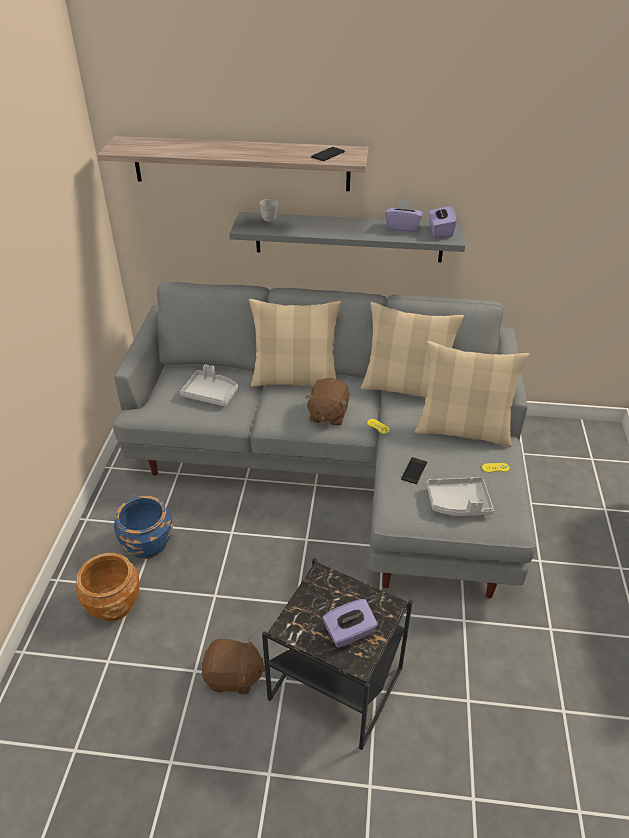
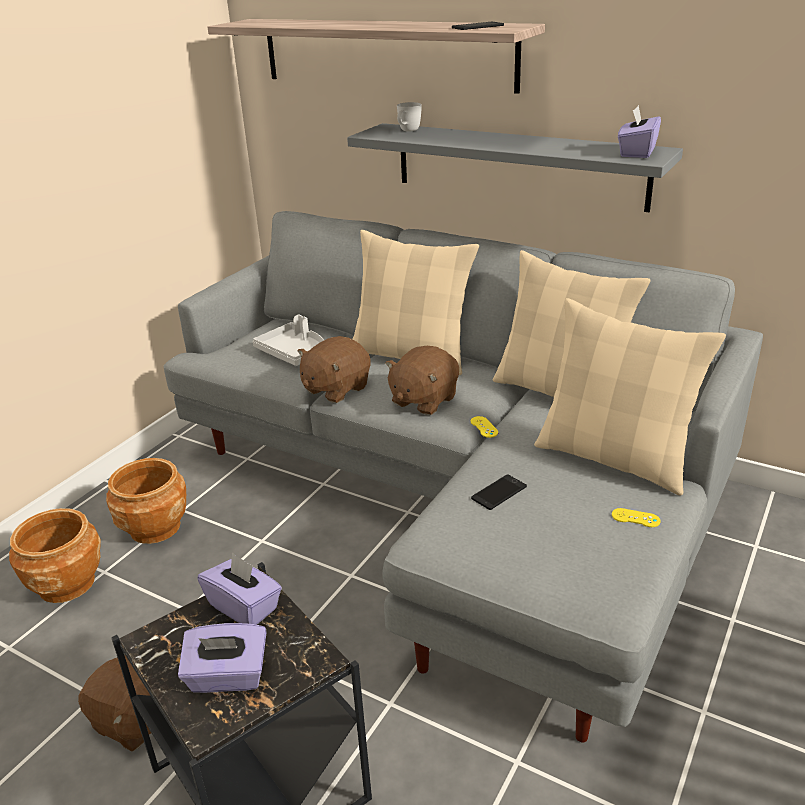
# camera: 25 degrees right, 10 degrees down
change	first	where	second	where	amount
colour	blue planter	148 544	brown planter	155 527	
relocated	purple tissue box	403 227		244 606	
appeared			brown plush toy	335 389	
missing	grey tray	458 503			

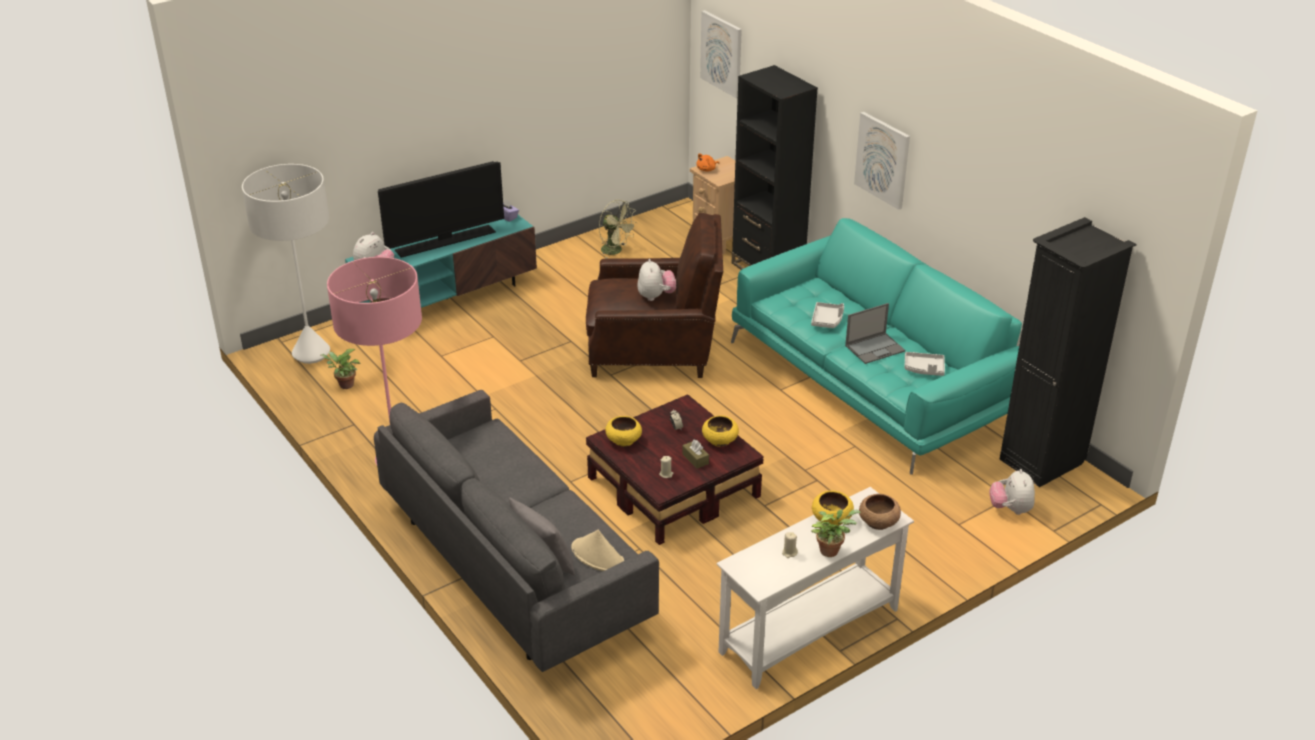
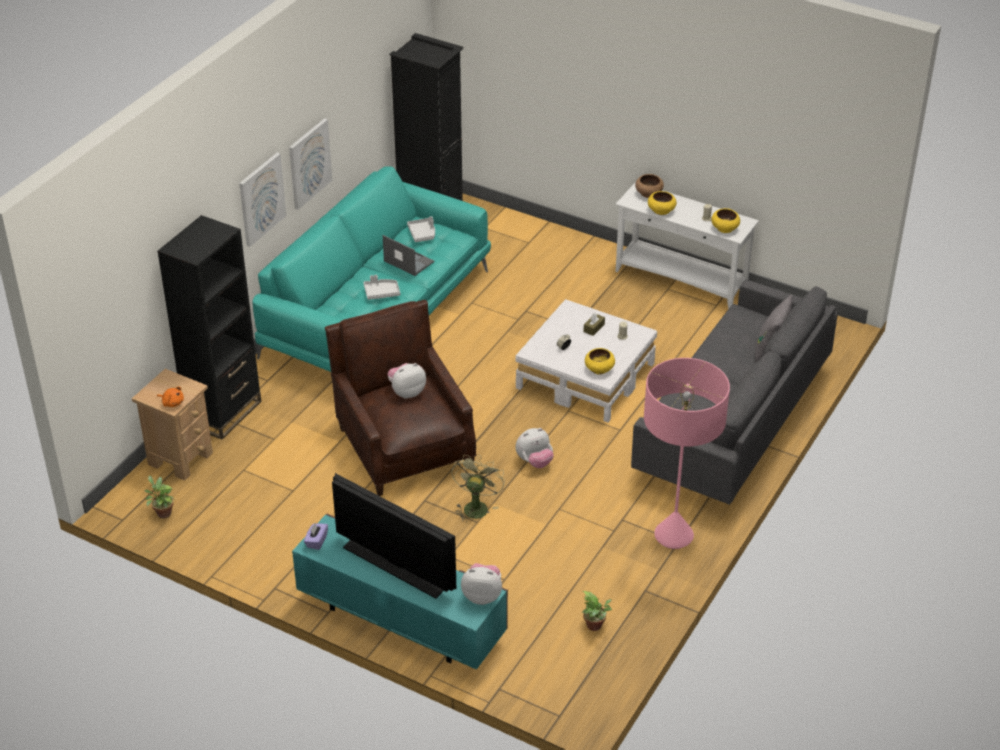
# camera: 115 degrees left, 5 degrees up
change	first	where	second	where	amount
relocated	potted plant	831 550		162 512	
relocated	picture	722 53		309 163	
relocated	green fan	616 251		476 506	
colour	brown coffee table	672 486	white coffee table	586 376	
relocated	plush toy	1010 509		534 462	
relocated	yellow bowl	720 440		725 228	
missing	white floor lamp	311 355			
missing	beige hat	598 556			

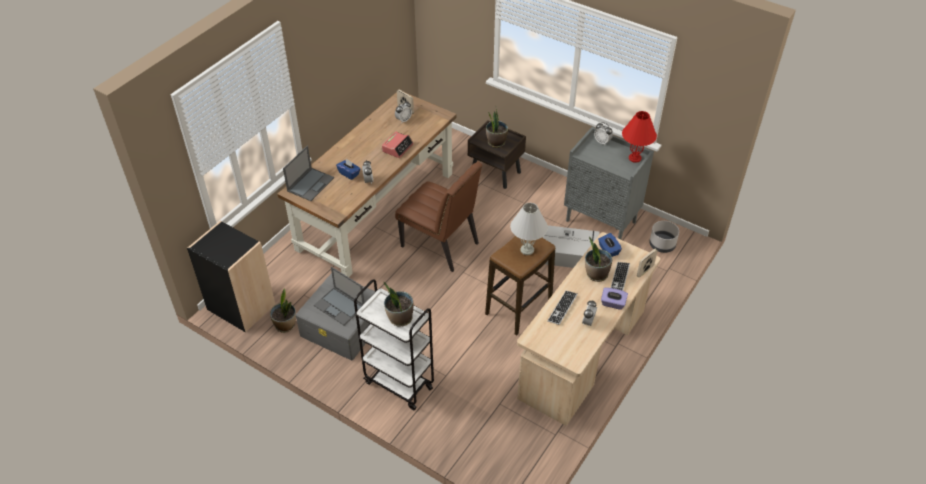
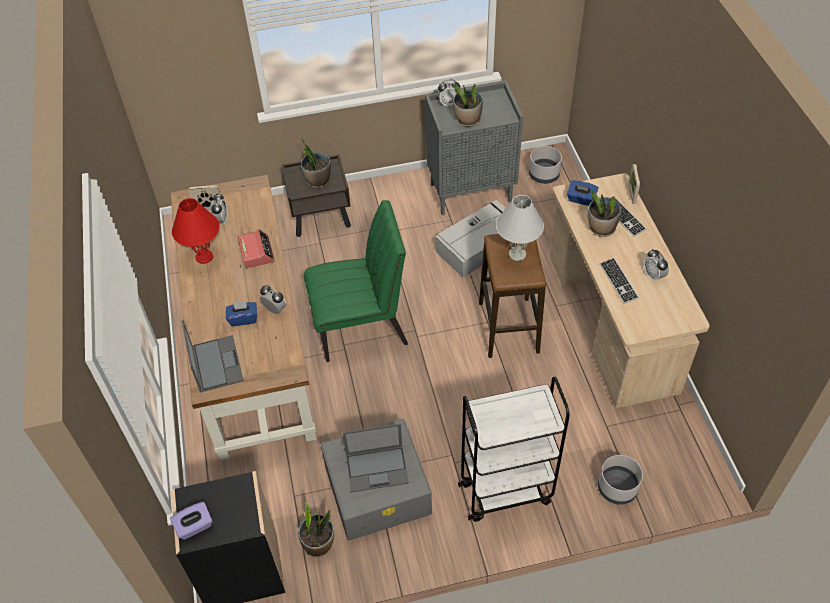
# camera: 45 degrees left, 5 degrees up
change	first	where	second	where	amount
relocated	purple tissue box	613 303		194 526	
relocated	red table lamp	634 158		204 257	
colour	brown chair	439 244	green chair	360 329	
relocated	potted plant	400 318		467 120	
appeared			grey planter	617 488	

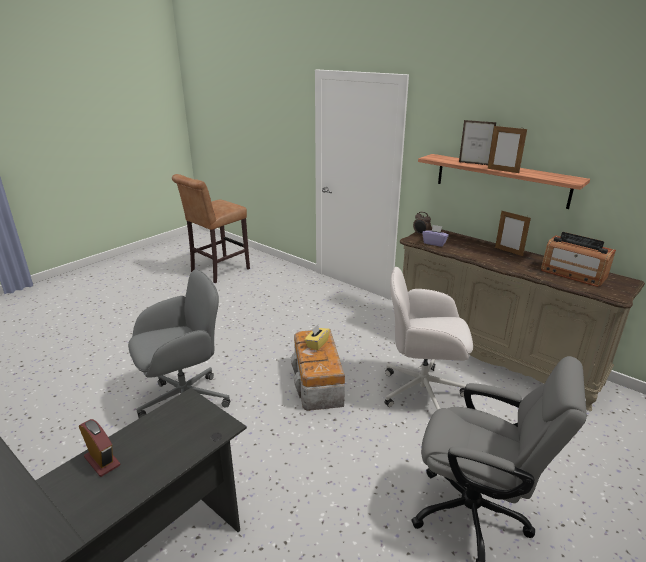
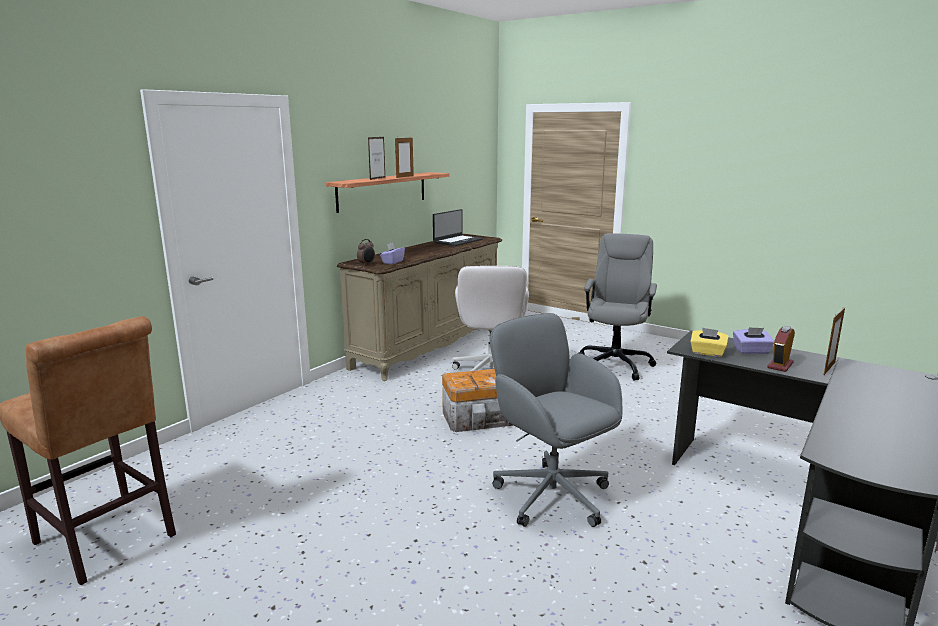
# camera: 95 degrees left, 10 degrees down
change	first	where	second	where	amount
exchanged	radio	573 274	laptop	457 241	
relocated	yellow tissue box	317 344		707 353	
appeared			purple tissue box	751 351	
relocated	picture frame	508 251		829 368	

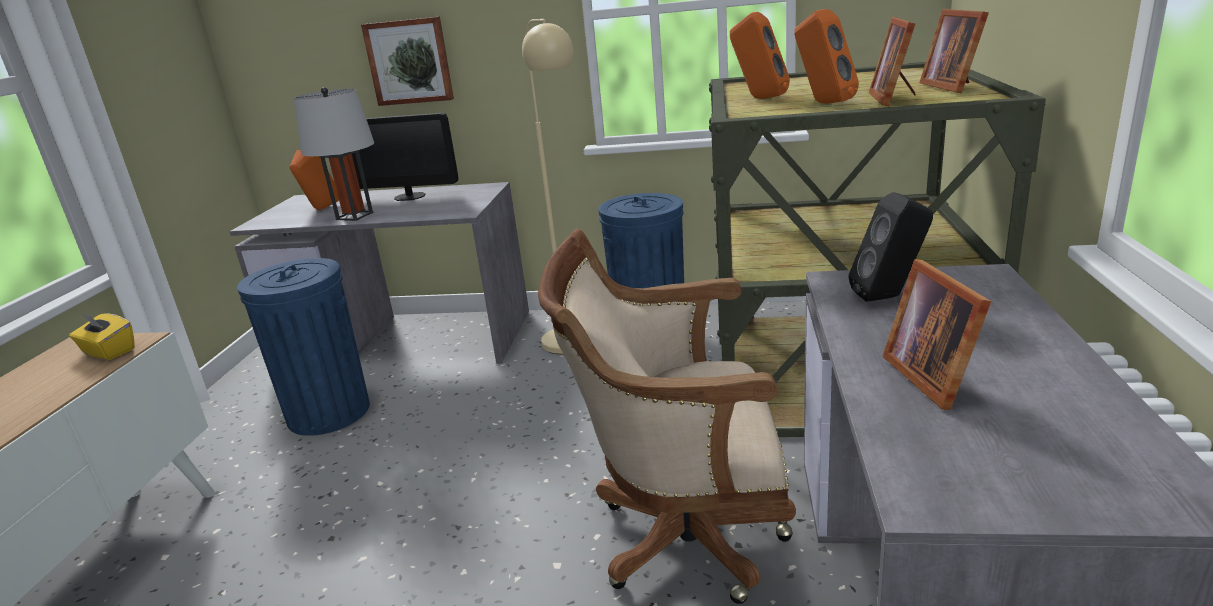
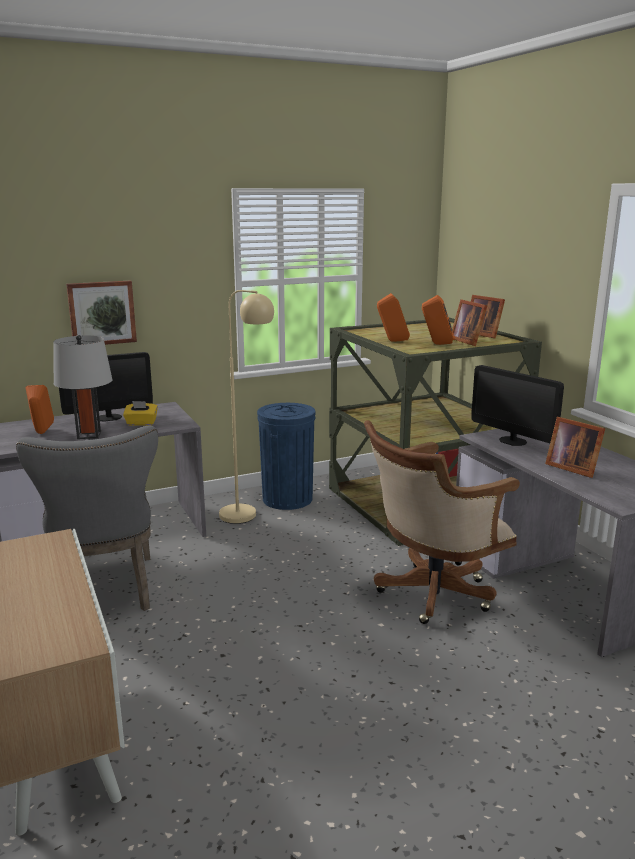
# camera: 35 degrees left, 5 degrees down
change	first	where	second	where	amount
exchanged	blue trash can	328 413	grey chair	106 593	
relocated	yellow tissue box	108 352		141 423	
exchanged	black speaker	889 297	monitor	512 441	

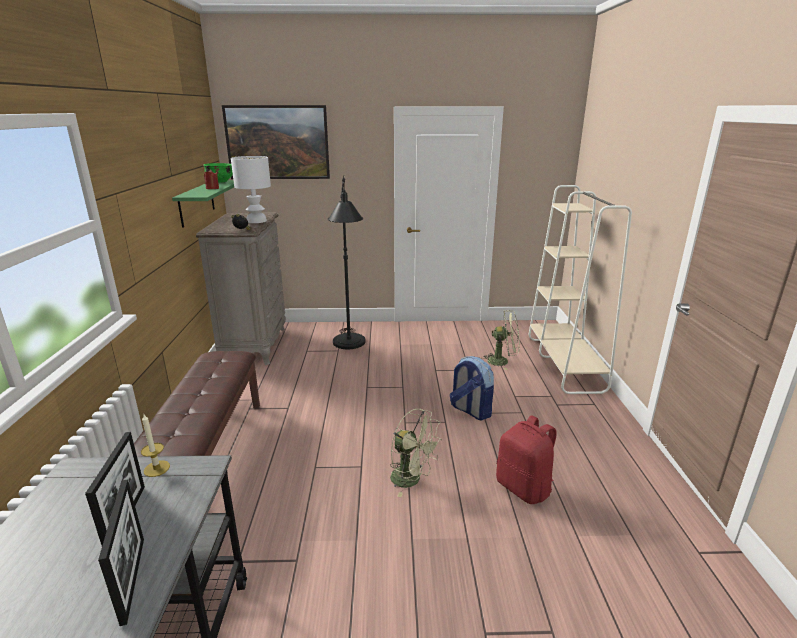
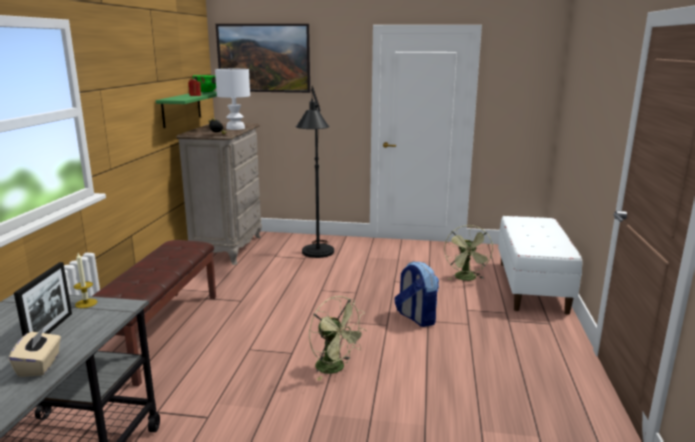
# camera: 10 degrees right, 5 degrees down
change	first	where	second	where	amount
exchanged	picture frame	132 579	beige tissue box	40 365	
spun	green fan	502 361		467 279	75 degrees clockwise
exchanged	beige clothes rack	564 364	white bench	532 286	
missing	red backpack	524 488			

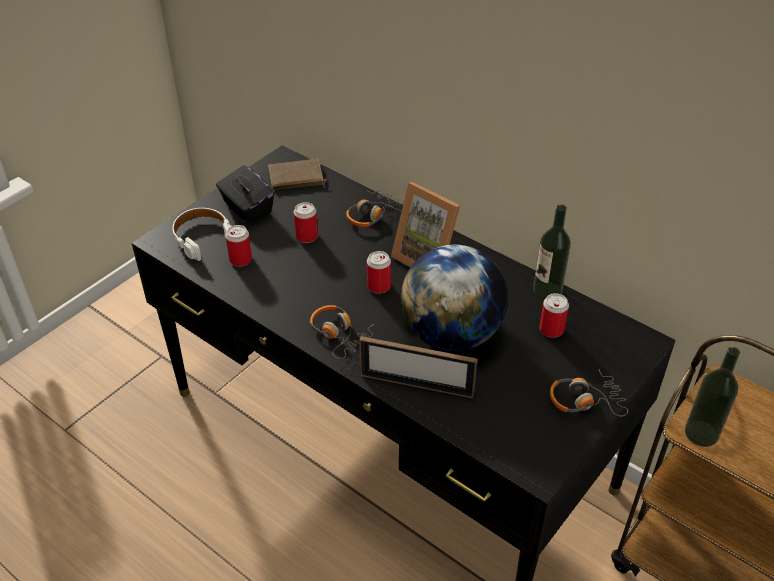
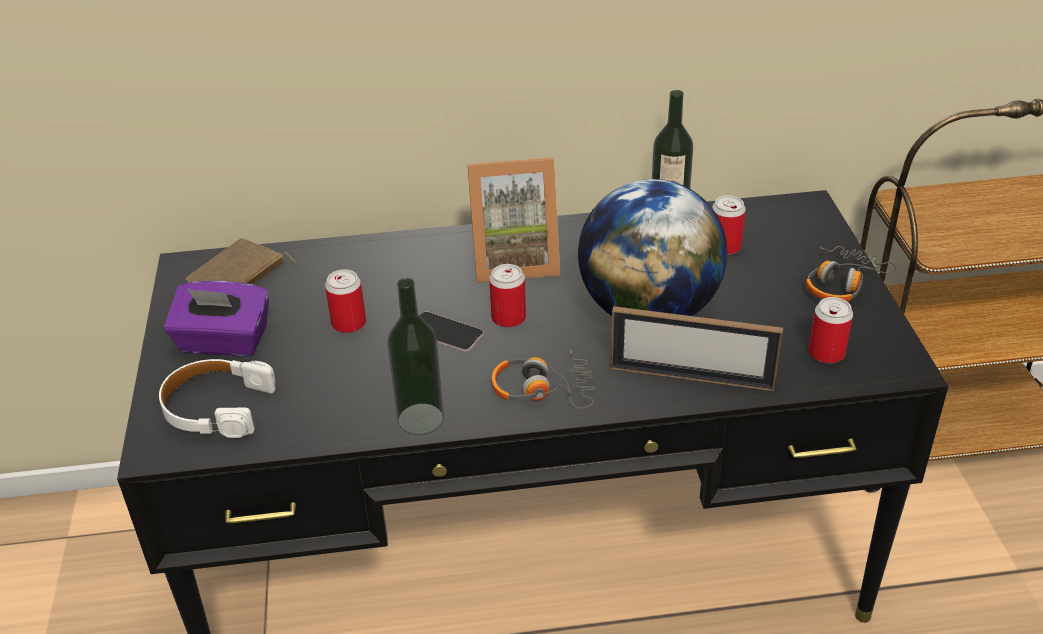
# camera: 45 degrees left, 5 degrees down
change	first	where	second	where	amount
colour	black tissue box	246 208	purple tissue box	224 342	
relocated	bottle	701 433		420 419	
appeared			phone	445 332	
spun	picture frame	416 385		691 377	45 degrees clockwise
relocated	can	241 260		826 353	
missing	headphones	373 215			

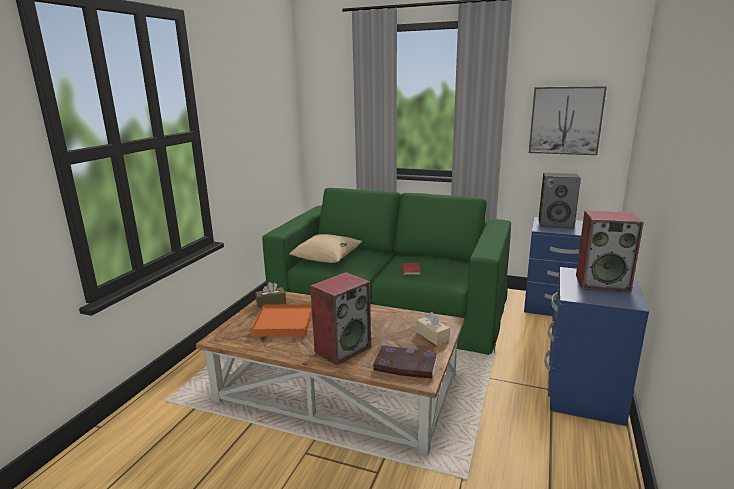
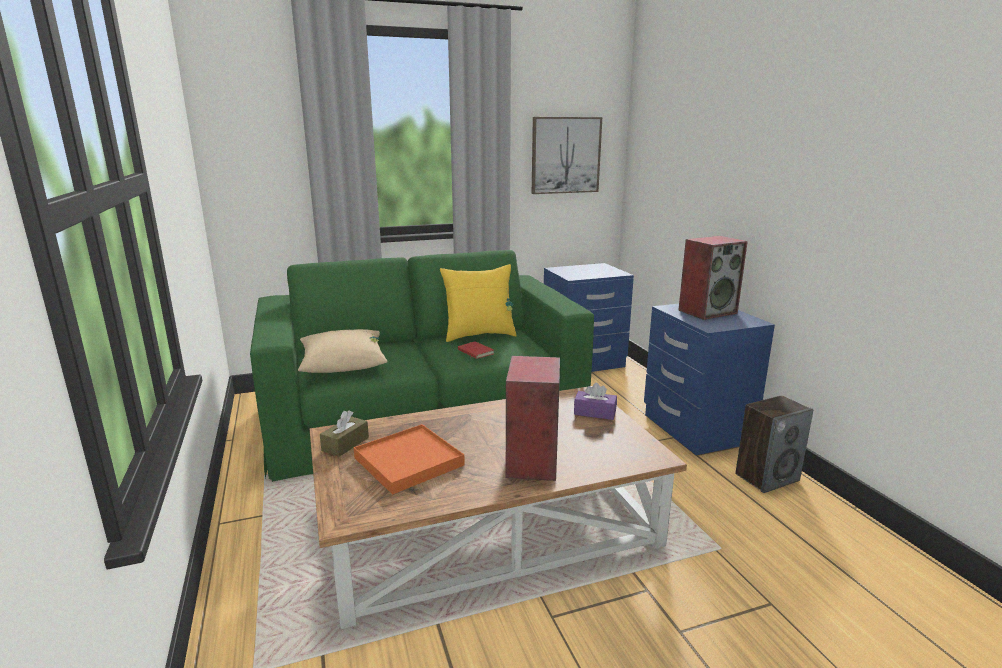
# camera: 40 degrees left, 0 degrees up
change	first	where	second	where	amount
appeared			yellow pillow	479 336	
colour	beige tissue box	432 336	purple tissue box	595 412	
relocated	speaker	556 224		767 477	
missing	book	405 365			

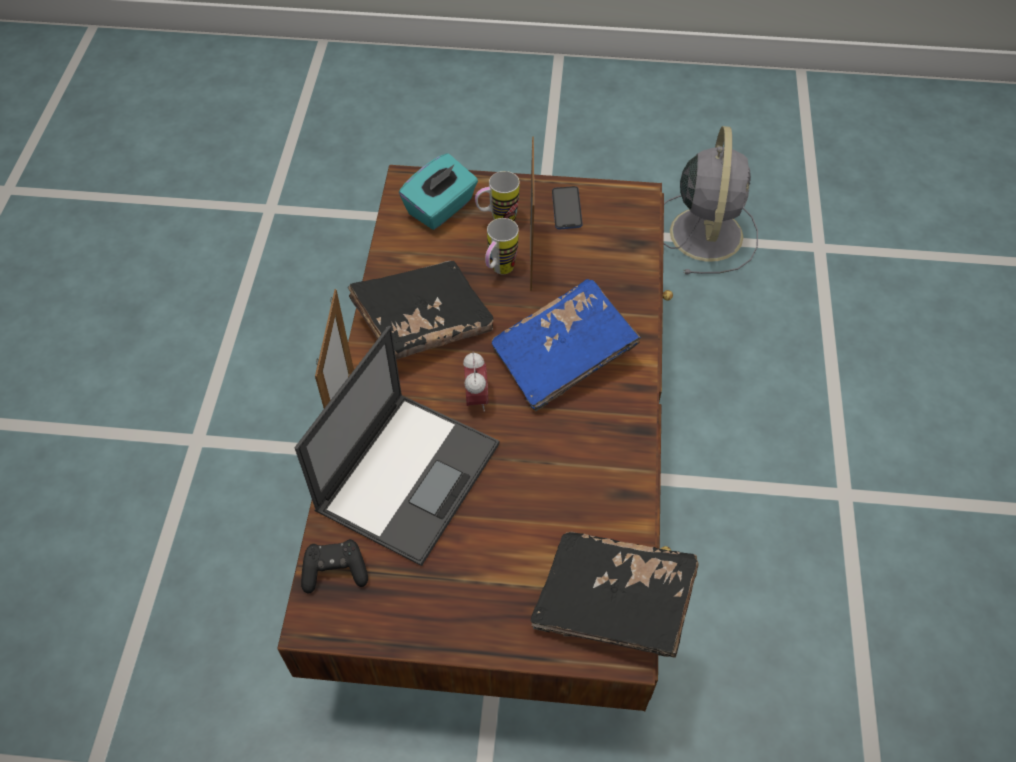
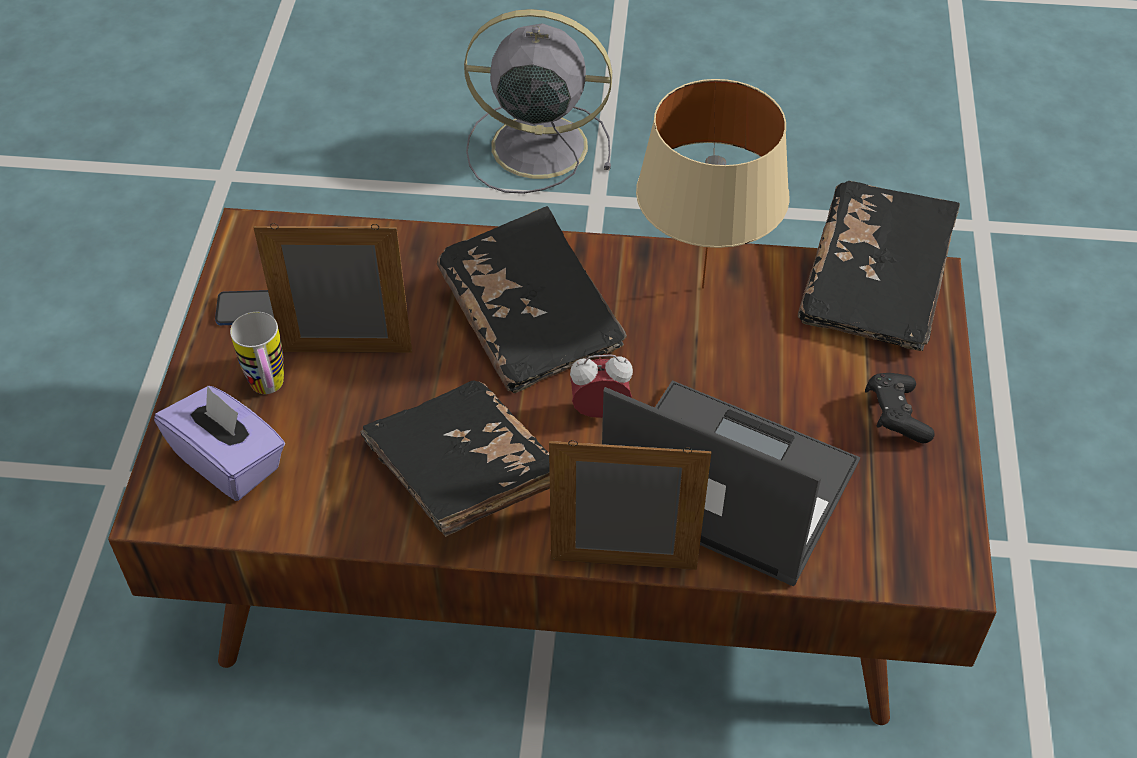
# camera: 90 degrees left, 5 degrees down
change	first	where	second	where	amount
colour	turquoise tissue box	441 208	purple tissue box	229 461	
colour	blue book	563 357	black book	530 320	
relocated	grey fan	706 231		534 146	
appeared			beige table lamp	702 289	
relocated	black game controller	335 571		895 416	
missing	mug	499 271			

